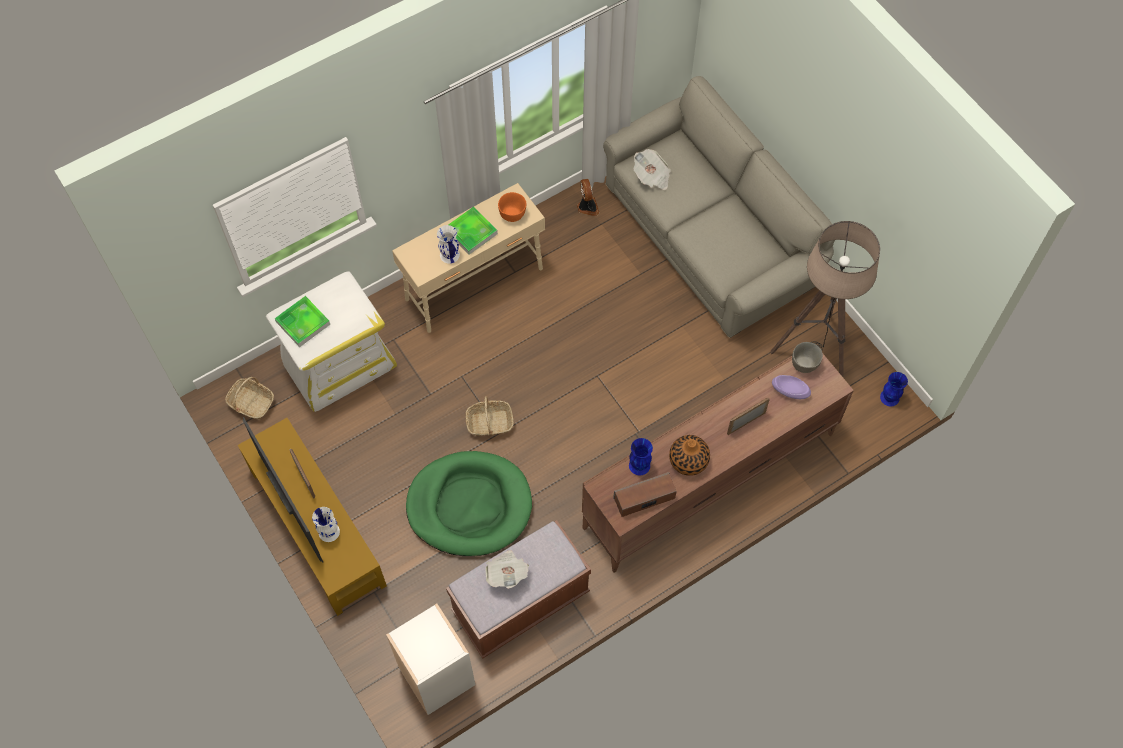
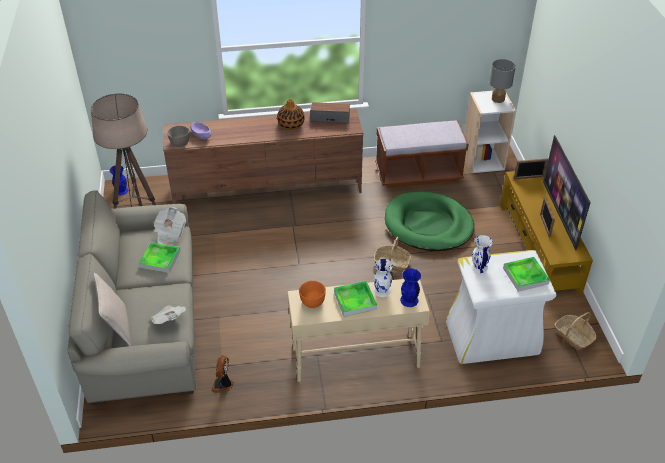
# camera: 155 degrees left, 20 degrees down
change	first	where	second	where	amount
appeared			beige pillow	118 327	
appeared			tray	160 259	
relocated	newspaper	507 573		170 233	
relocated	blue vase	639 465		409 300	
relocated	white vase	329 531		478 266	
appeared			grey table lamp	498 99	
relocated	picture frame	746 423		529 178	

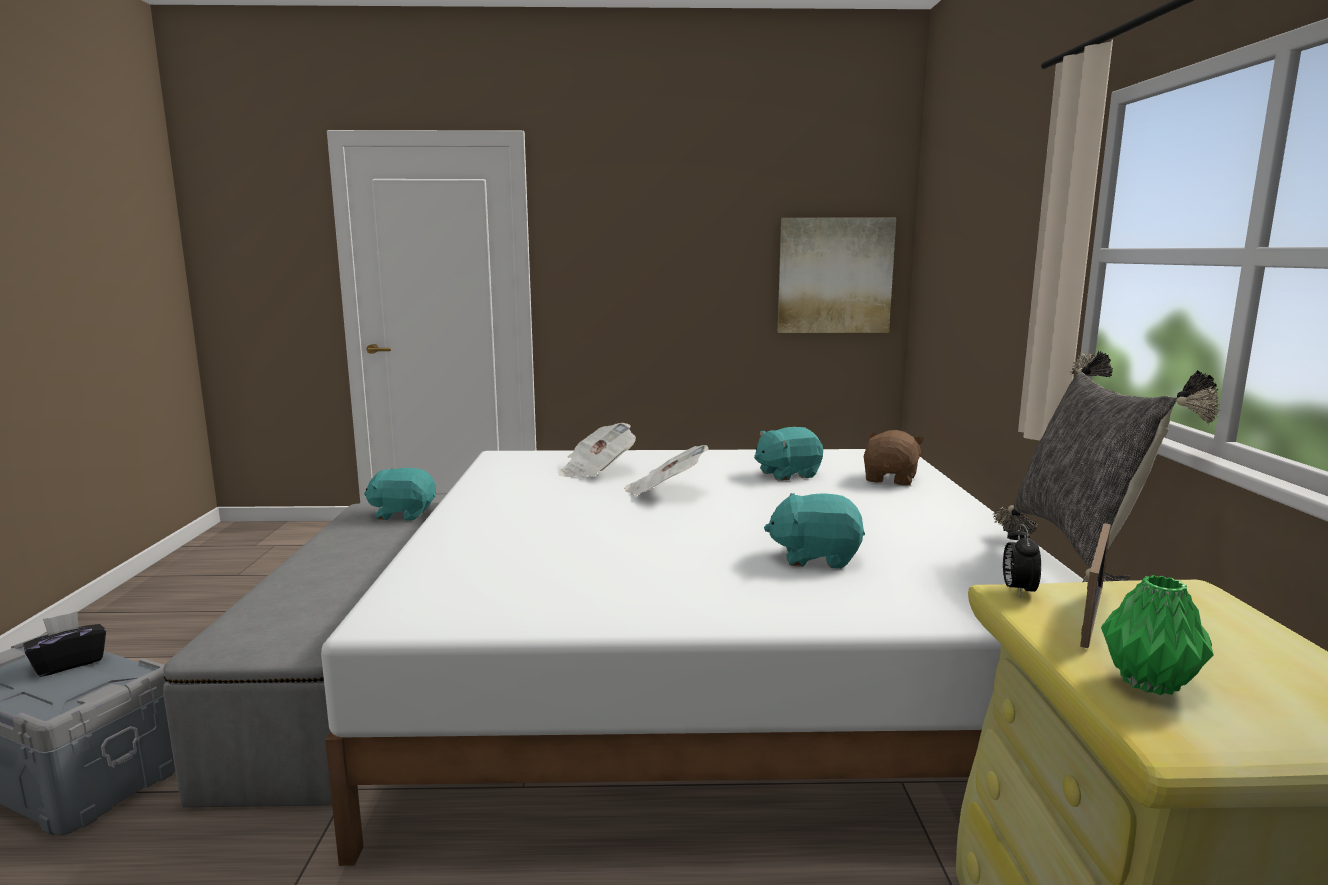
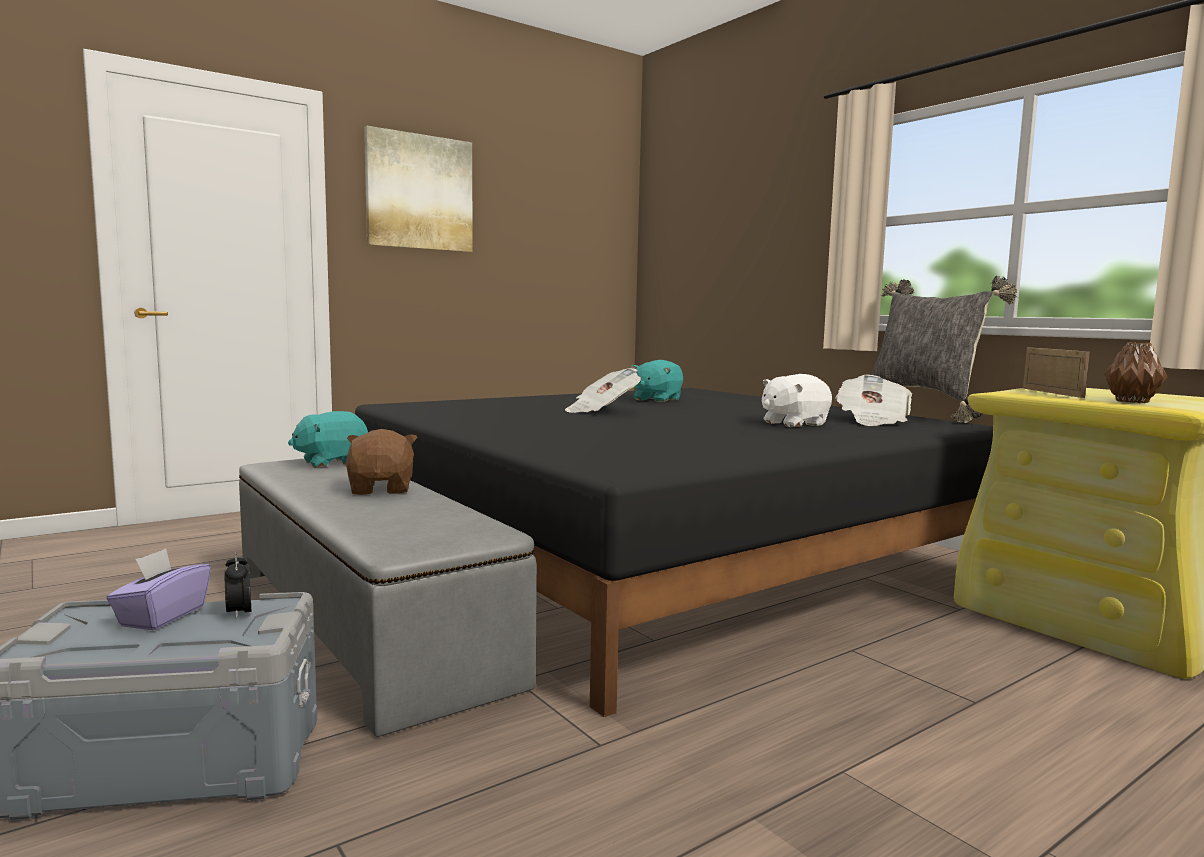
# camera: 35 degrees left, 5 degrees down
change	first	where	second	where	amount
colour	black tissue box	69 663	purple tissue box	162 617	
relocated	alarm clock	1018 590		239 614	
relocated	brown plush toy	891 479		382 489	
colour	white bed	711 671	black bed	664 556	
relocated	picture	834 276		419 192	
colour	turquoise plush toy	815 557	white plush toy	793 424	
relocated	newspaper	596 471		872 421	
colour	green vase	1151 683	brown vase	1132 401	

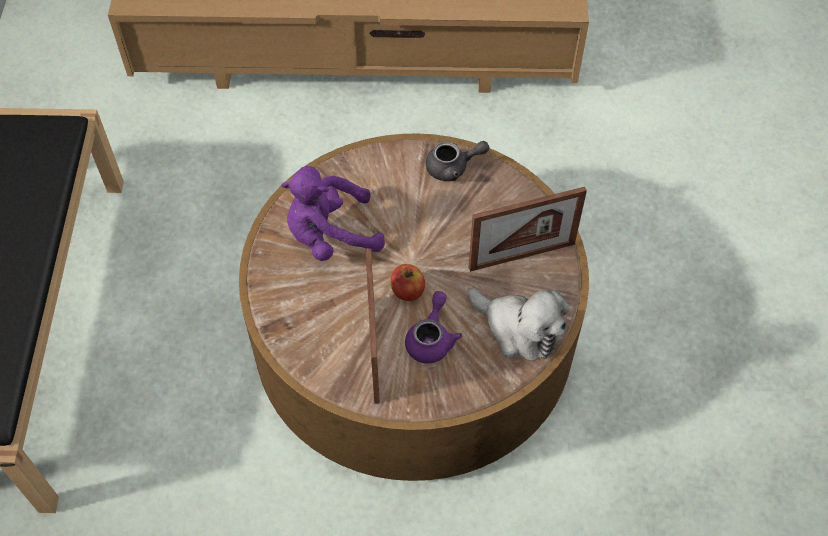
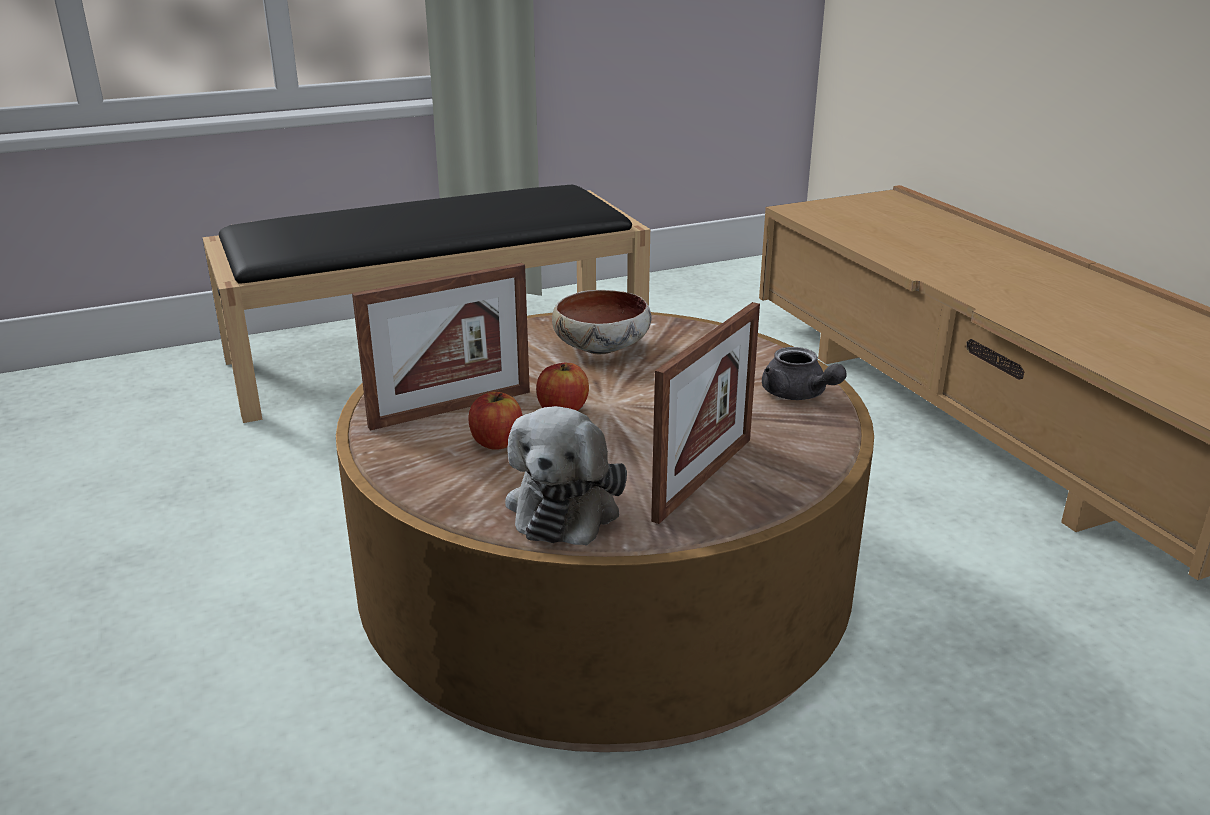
# camera: 65 degrees right, 30 degrees down
change	first	where	second	where	amount
exchanged	purple teapot	431 339	apple	497 442	
exchanged	purple plush toy	330 235	bowl	602 348	
spun	picture frame	521 256		703 478	105 degrees counterclockwise

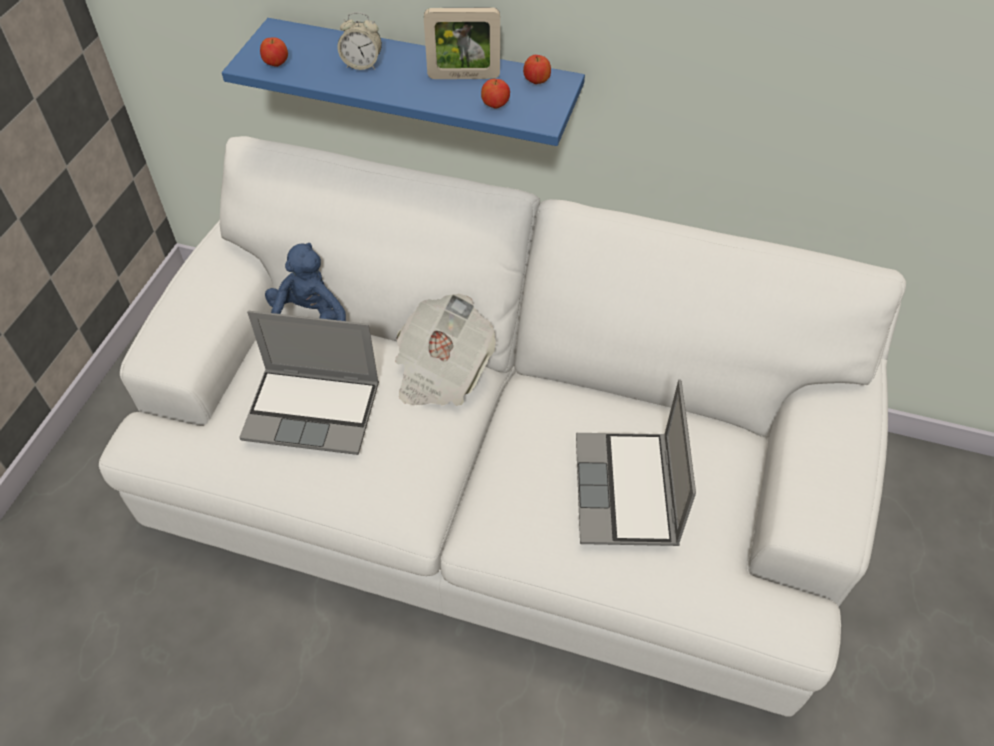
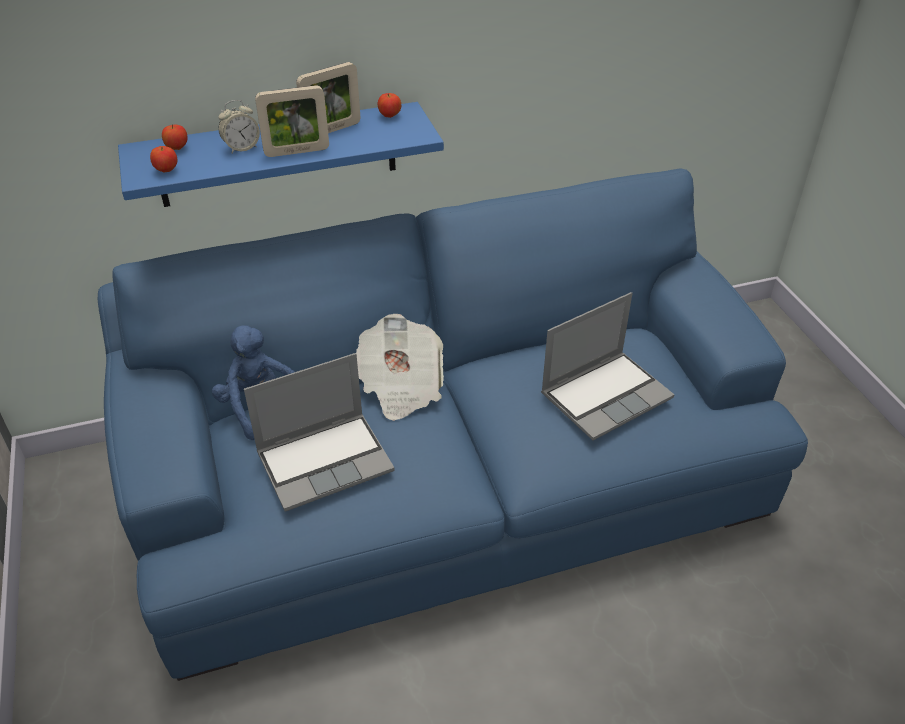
# camera: 35 degrees left, 10 degrees down
change	first	where	second	where	amount
colour	white sofa	497 476	blue sofa	451 476	
relocated	apple	495 105		177 148	
appeared			picture frame	297 151	
spun	laptop	628 492		606 395	90 degrees counterclockwise

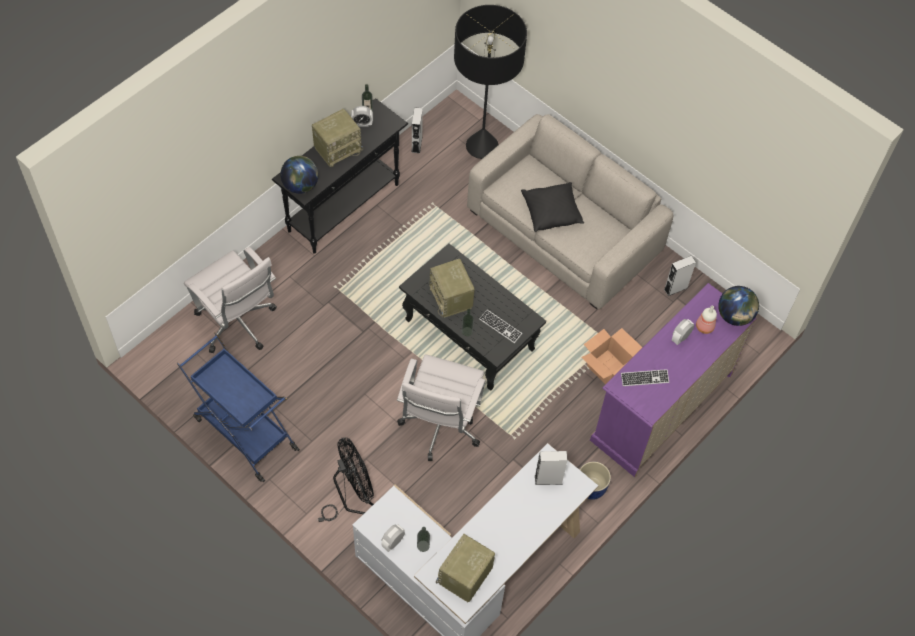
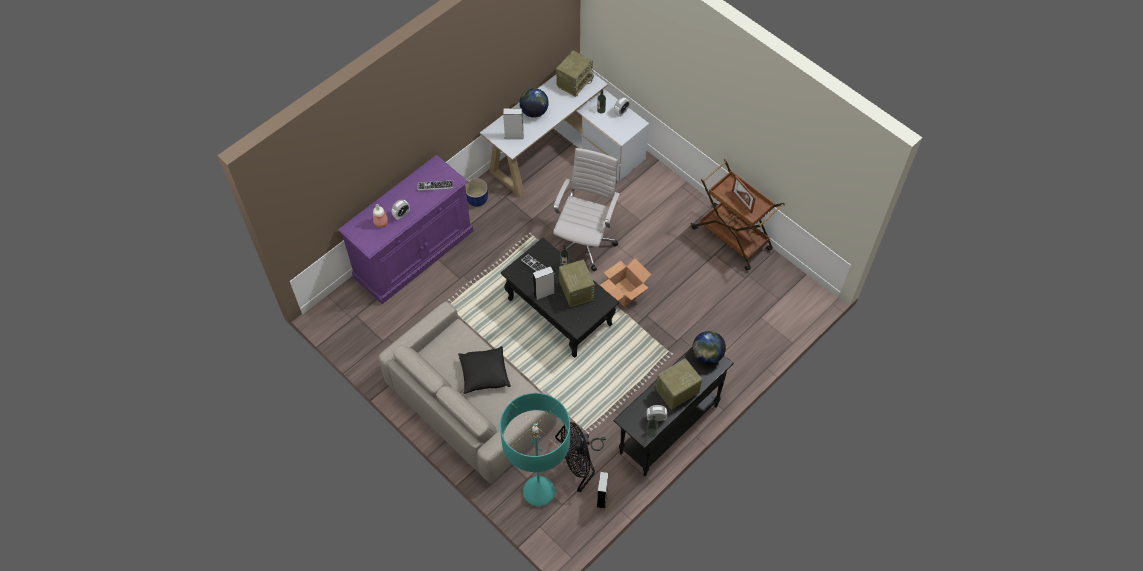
# camera: 175 degrees left, 0 degrees up
change	first	where	second	where	amount
colour	black floor lamp	482 148	turquoise floor lamp	539 492	
relocated	globe	734 316		534 111	
relocated	grey speaker	675 288		544 294	
relocated	black fan	350 493		580 460	
relocated	cardboard box	607 368		625 292	
colour	blue cart	245 433	brown cart	731 239	
appeared			picture frame	742 202	
missing	white office chair	238 325			

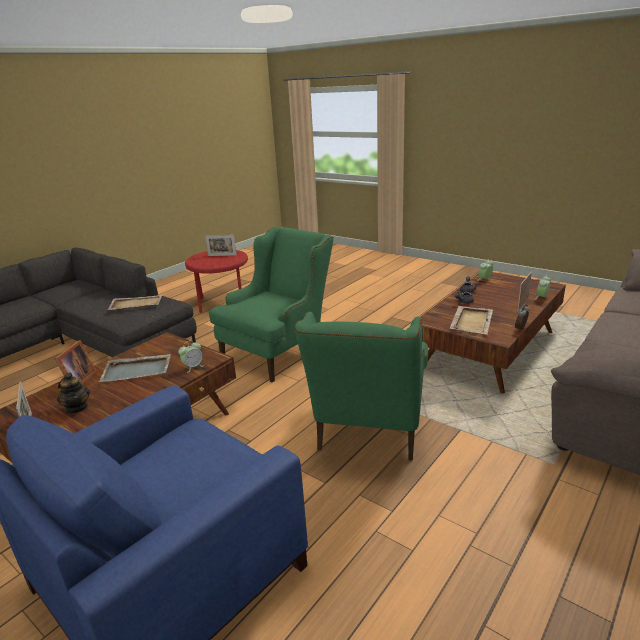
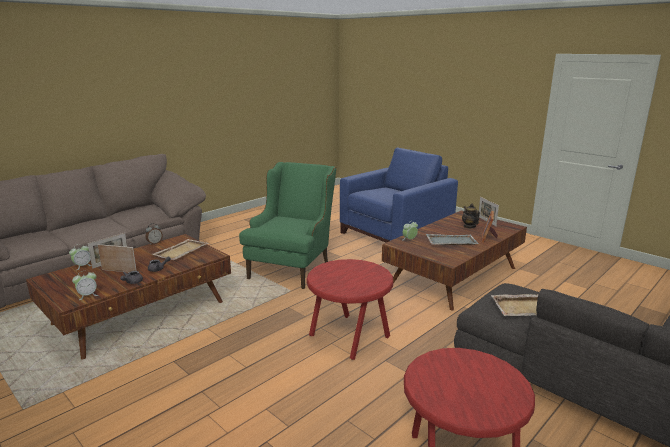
# camera: 175 degrees left, 5 degrees down
change	first	where	second	where	amount
relocated	picture frame	222 255		119 271	
exchanged	green armchair	279 351	red side table	349 335	

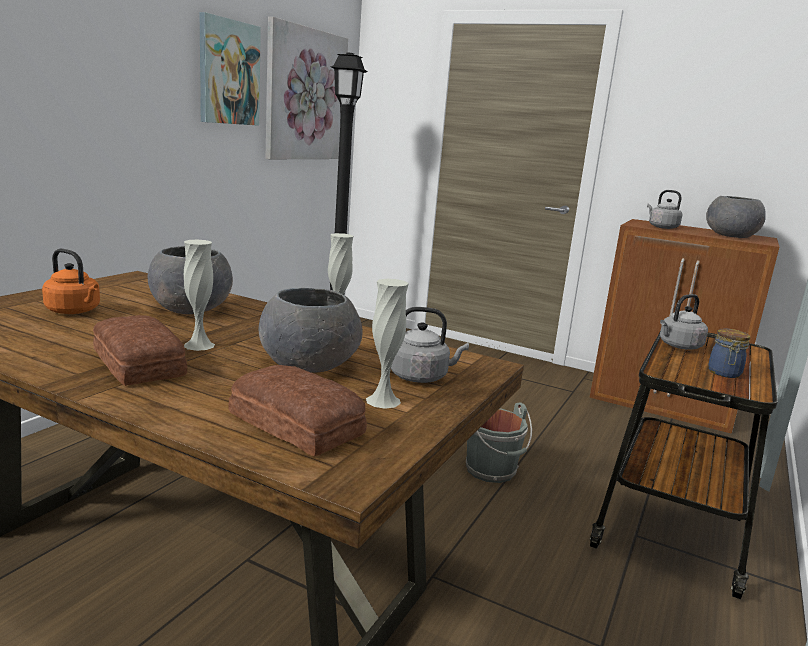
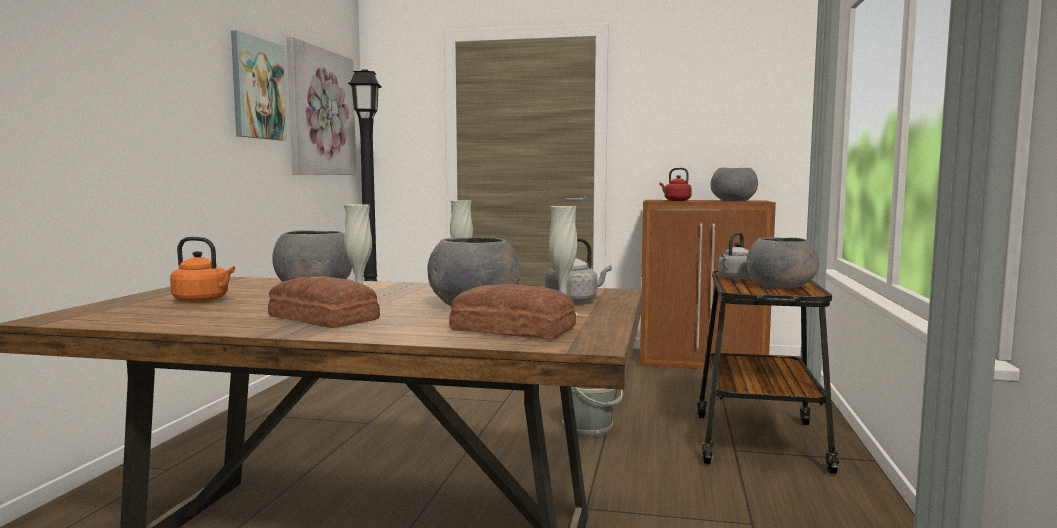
# camera: 15 degrees left, 10 degrees down
change	first	where	second	where	amount
colour	grey kettle	661 227	red kettle	676 200	
exchanged	jar	724 373	grey bowl	782 287	

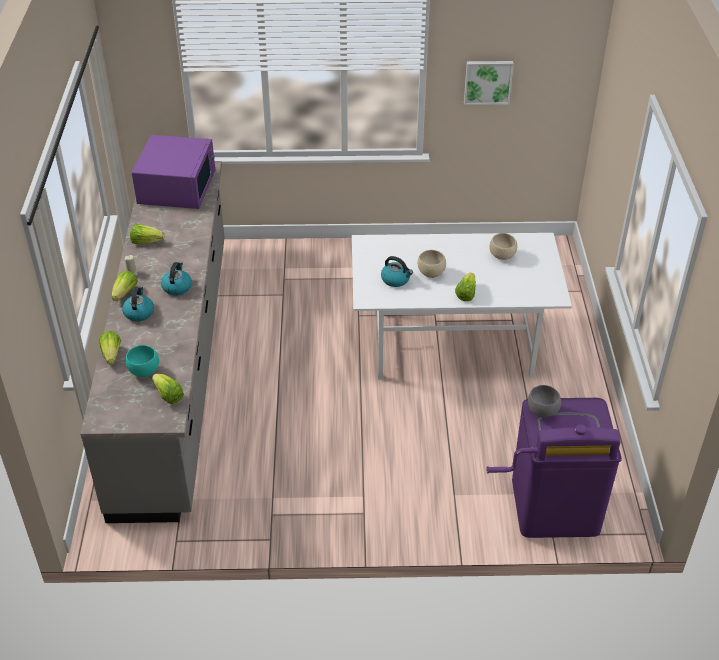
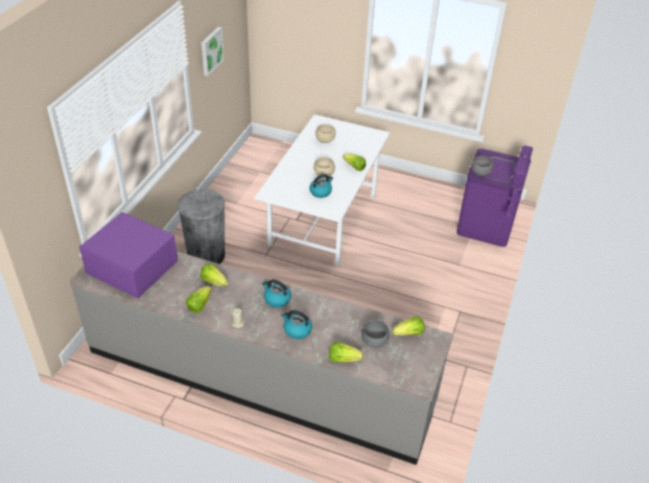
# camera: 70 degrees left, 0 degrees up
change	first	where	second	where	amount
appeared			grey trash can	206 255	
relocated	lettuce	125 293		214 281	
colour	turquoise bowl	144 372	grey bowl	375 342	

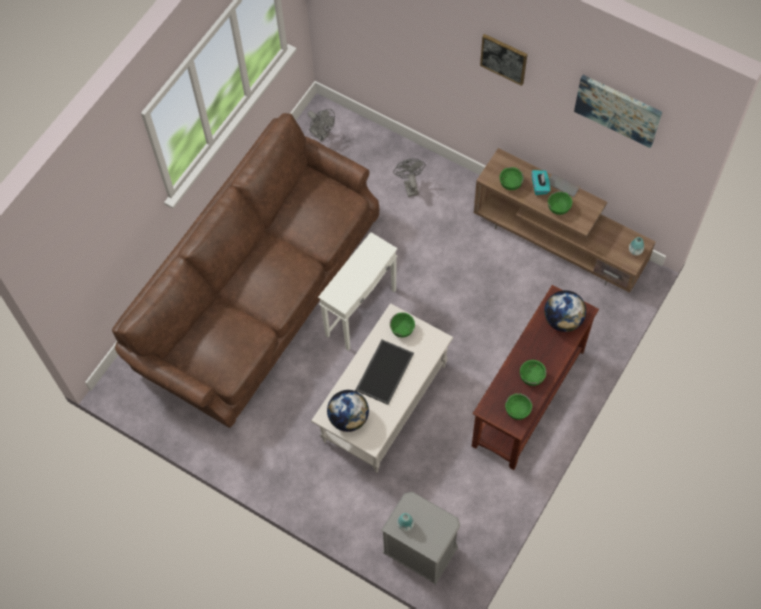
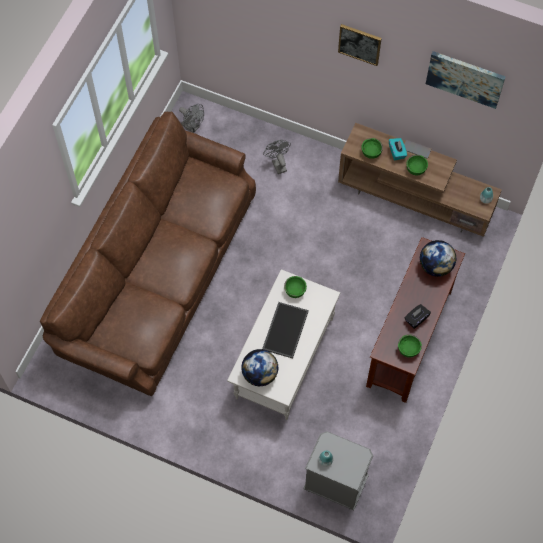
# camera: 10 degrees left, 0 degrees up
change	first	where	second	where	amount
exchanged	green bowl	531 377	black tissue box	416 319	
missing	white side table	361 312			

